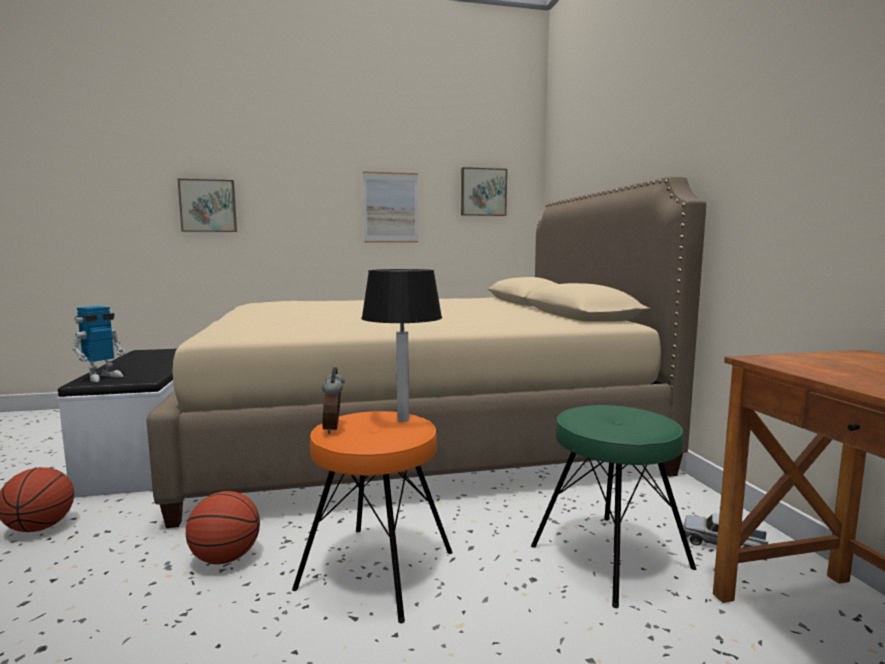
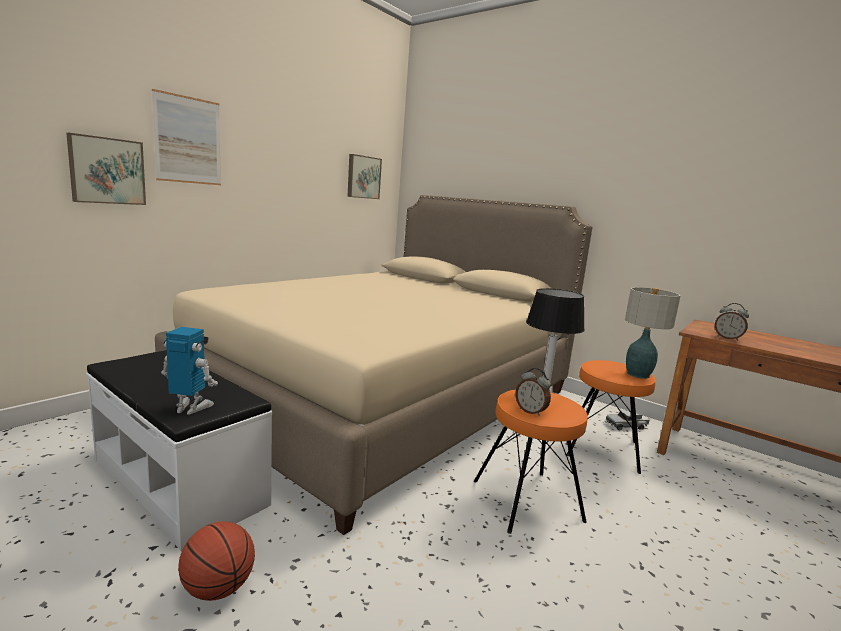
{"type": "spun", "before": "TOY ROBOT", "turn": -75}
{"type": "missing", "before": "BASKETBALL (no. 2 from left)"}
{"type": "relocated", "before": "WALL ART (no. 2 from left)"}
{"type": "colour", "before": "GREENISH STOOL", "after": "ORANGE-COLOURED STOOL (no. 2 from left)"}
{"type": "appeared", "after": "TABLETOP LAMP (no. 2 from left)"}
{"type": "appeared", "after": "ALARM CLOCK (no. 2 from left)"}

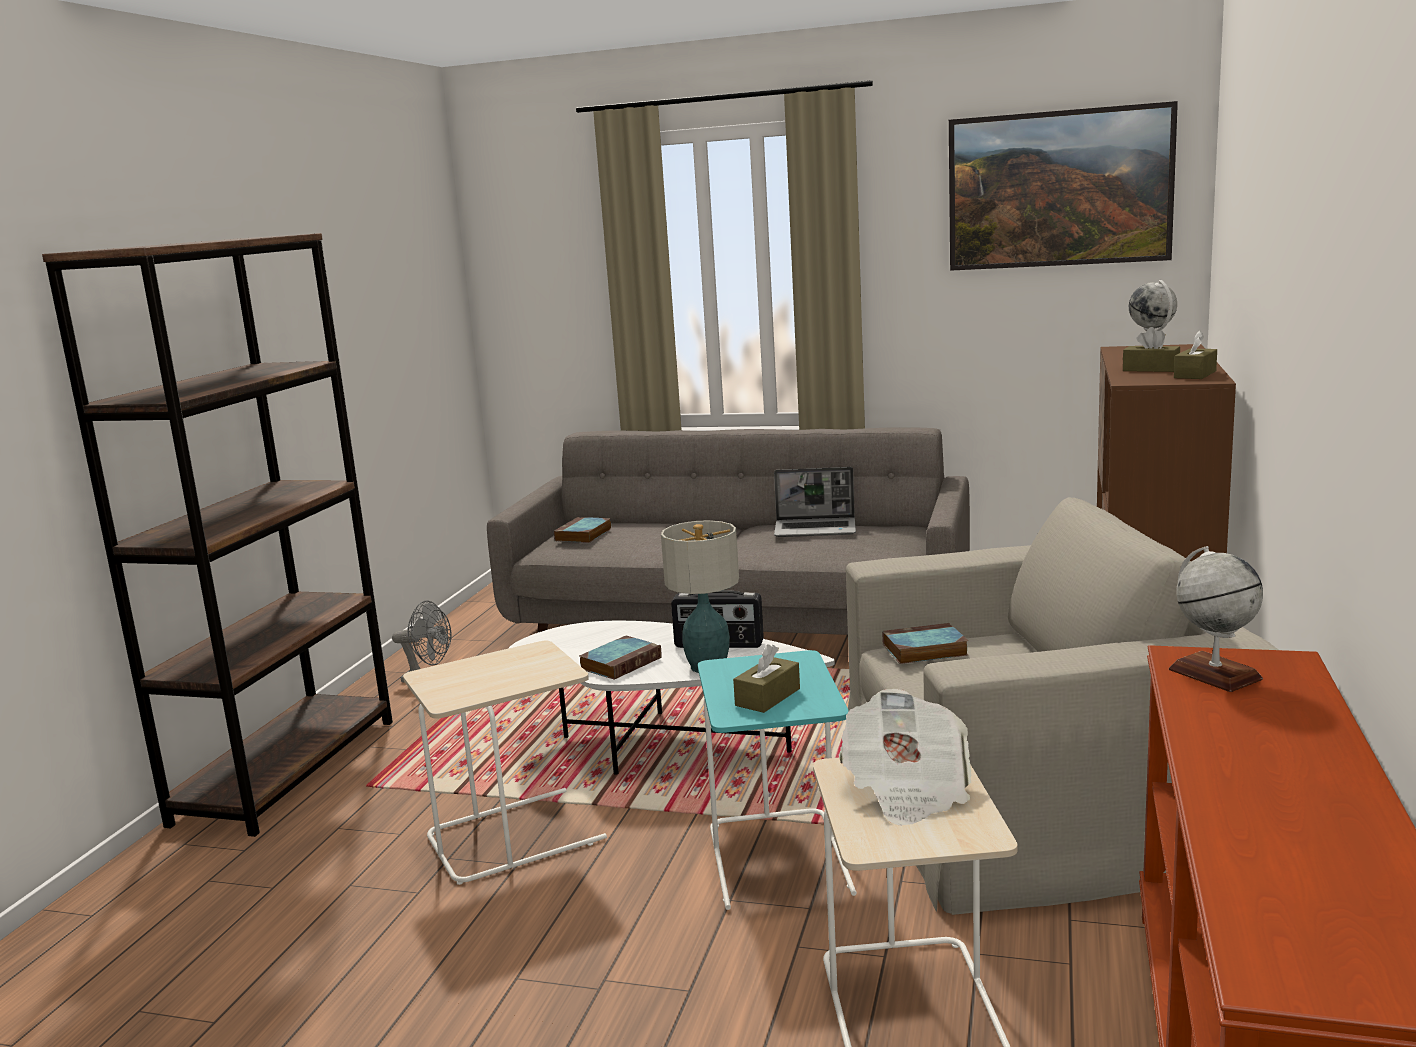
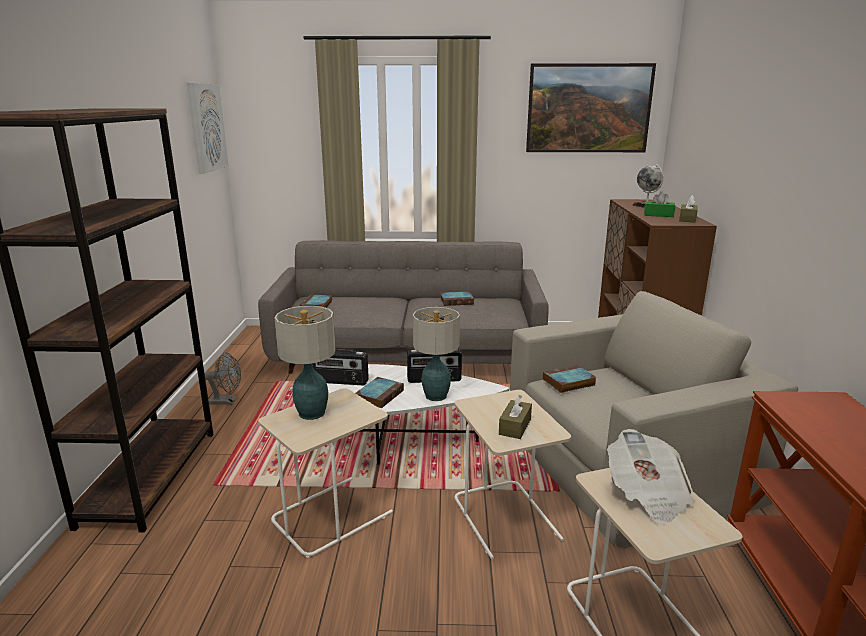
{"type": "colour", "before": "TURQUOISE END TABLE", "after": "BEIGE-COLOURED END TABLE (no. 2 from left)"}
{"type": "exchanged", "before": "LAPTOP", "after": "BOUND BOOK (no. 3 from left)"}
{"type": "colour", "before": "BROWN TISSUE BOX (no. 2 from left)", "after": "GREENISH TISSUE BOX"}
{"type": "missing", "before": "WORLD GLOBE (no. 2 from left)"}
{"type": "appeared", "after": "WALL ART (no. 1 from left)"}
{"type": "appeared", "after": "TABLETOP LAMP (no. 1 from left)"}
{"type": "appeared", "after": "RADIO SET (no. 1 from left)"}

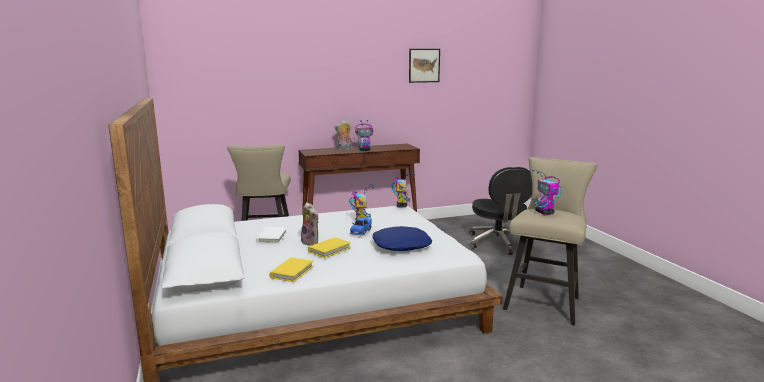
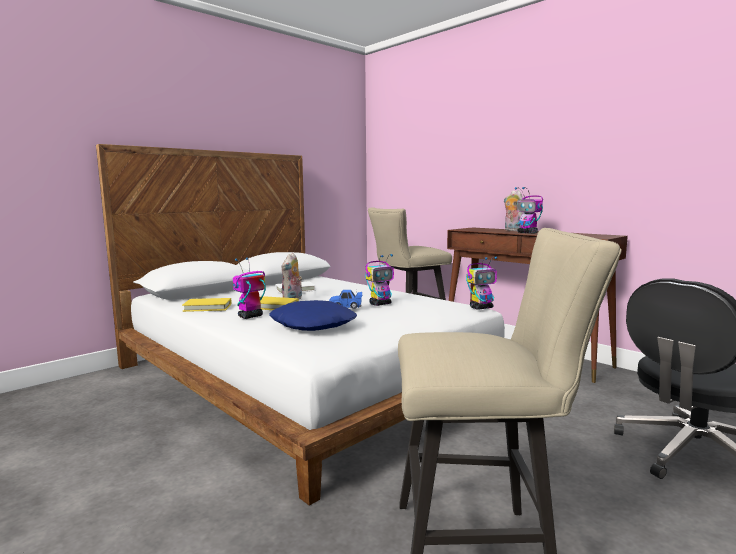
{"type": "missing", "before": "WALL ART"}
{"type": "relocated", "before": "TOY ROBOT (no. 4 from left in the first image)", "after": "TOY ROBOT (no. 1 from left)"}

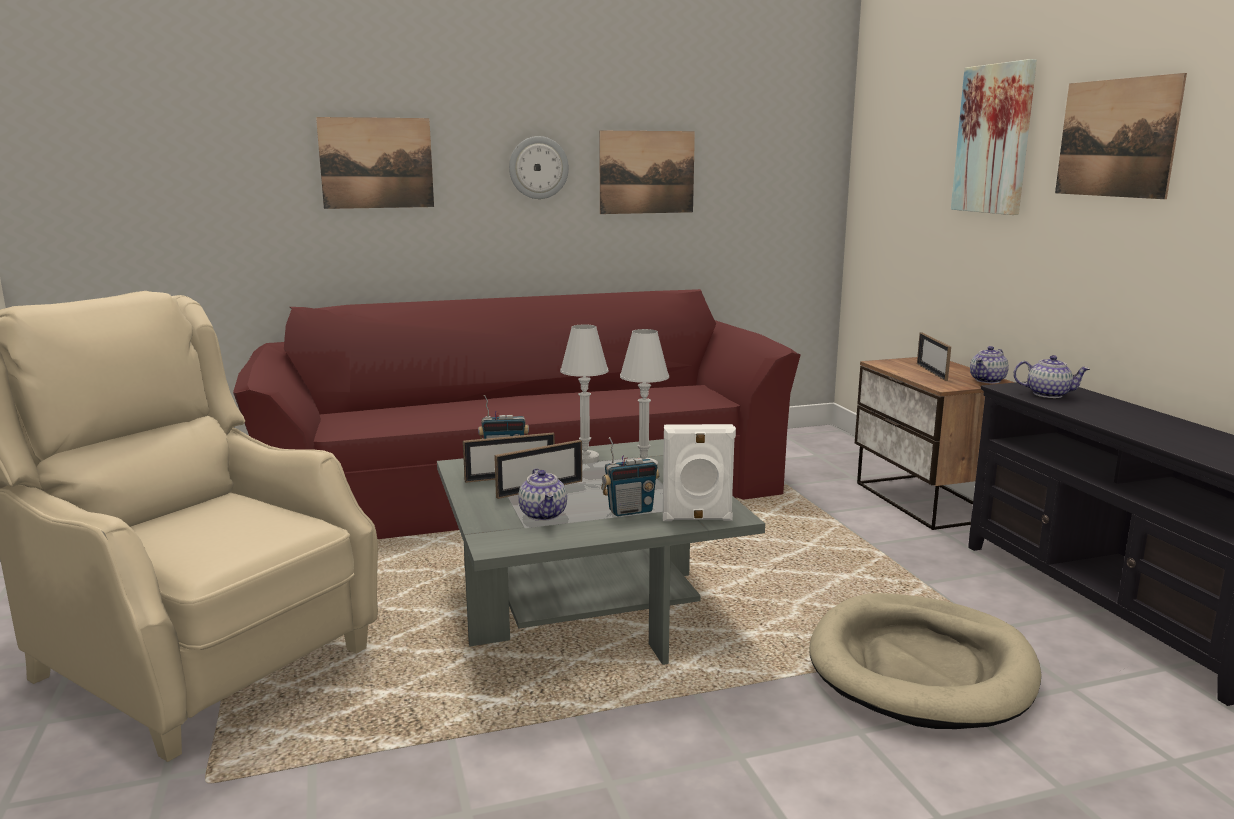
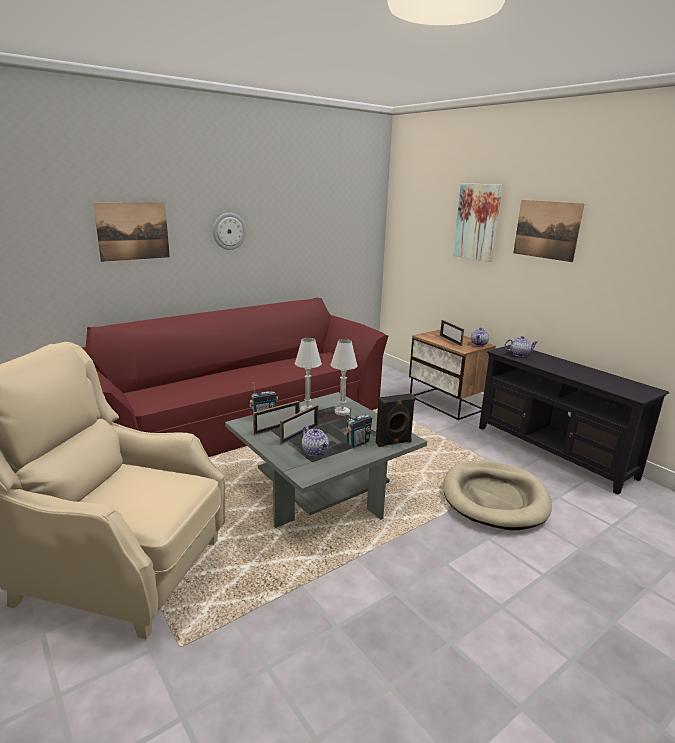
{"type": "missing", "before": "WALL ART (no. 2 from left)"}
{"type": "colour", "before": "WHITISH SPEAKER", "after": "BLACKISH SPEAKER"}

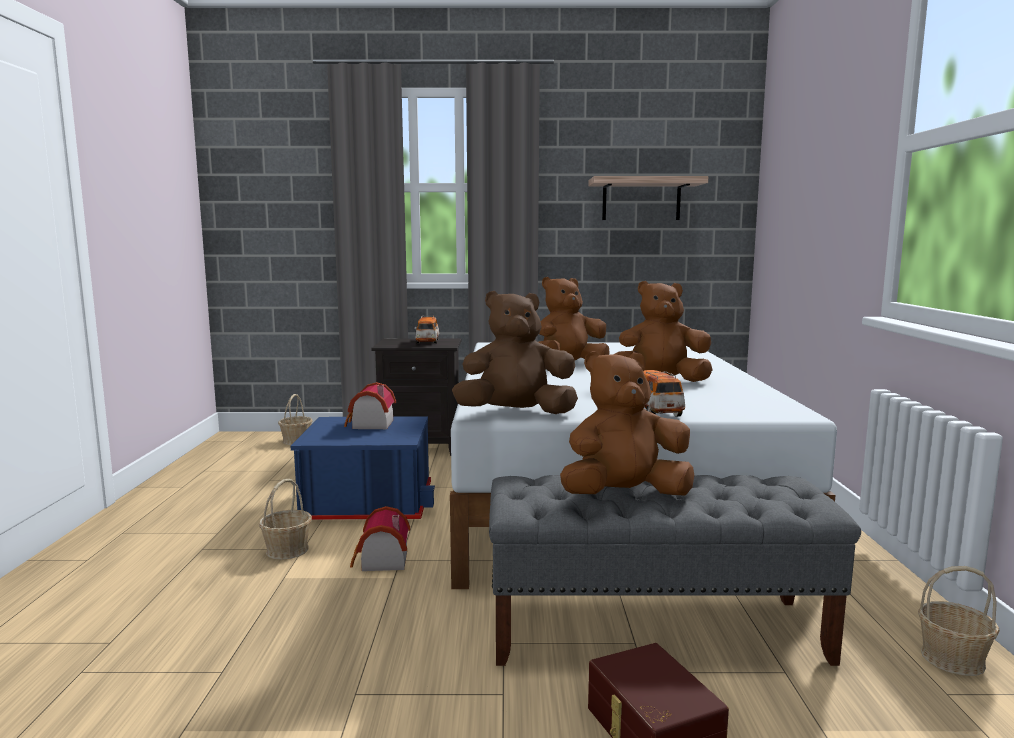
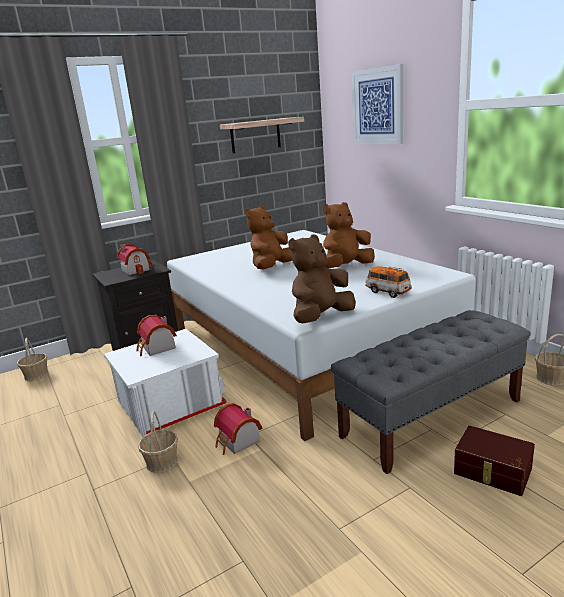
{"type": "colour", "before": "BLUE STORAGE CONTAINER", "after": "WHITISH STORAGE CONTAINER"}
{"type": "exchanged", "before": "MODEL CAR (no. 1 from left)", "after": "TOY HOUSE (no. 1 from left)"}
{"type": "missing", "before": "BROWN CUDDLY TOY (no. 3 from left)"}
{"type": "appeared", "after": "WALL ART"}

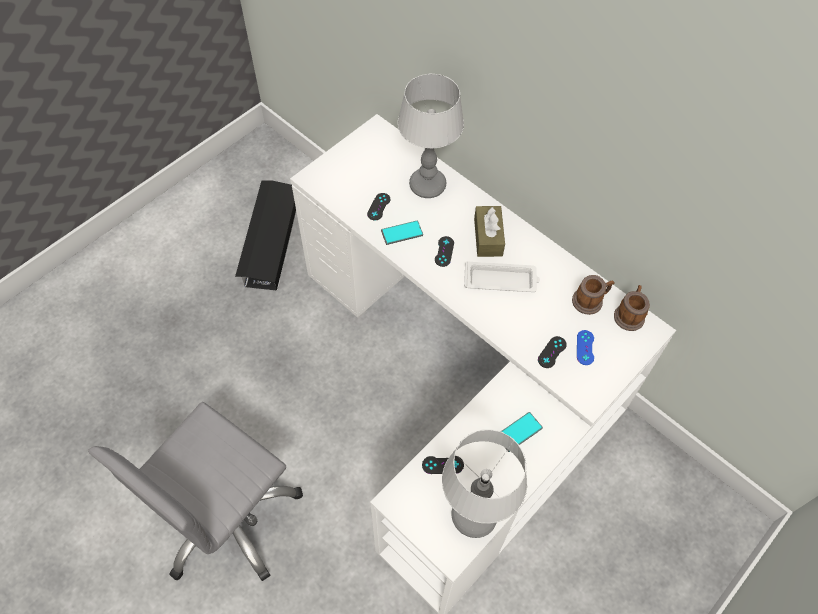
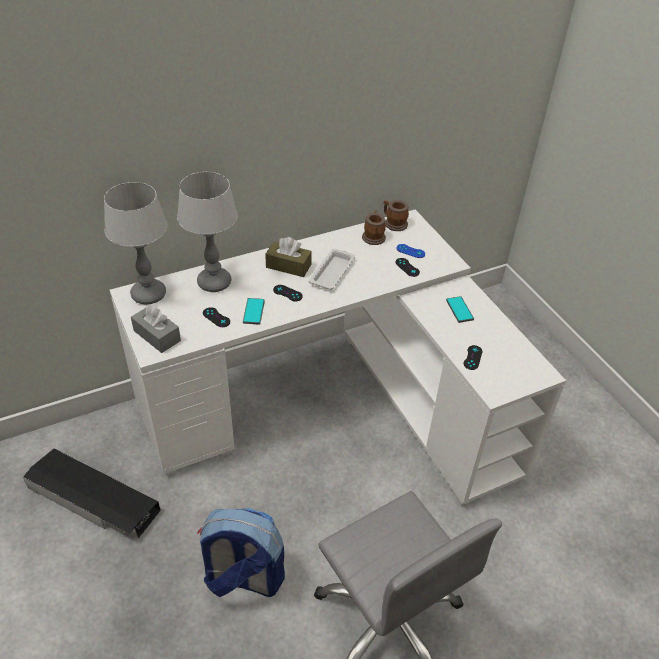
{"type": "relocated", "before": "TABLETOP LAMP (no. 2 from left in the first image)", "after": "TABLETOP LAMP (no. 1 from left)"}
{"type": "appeared", "after": "GREY TISSUE BOX"}
{"type": "appeared", "after": "KNAPSACK"}

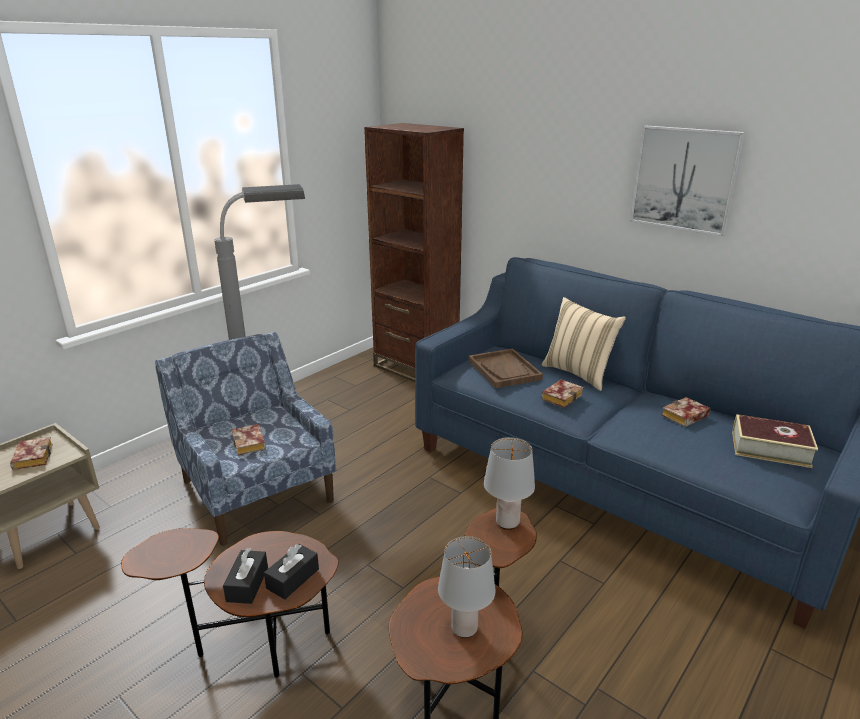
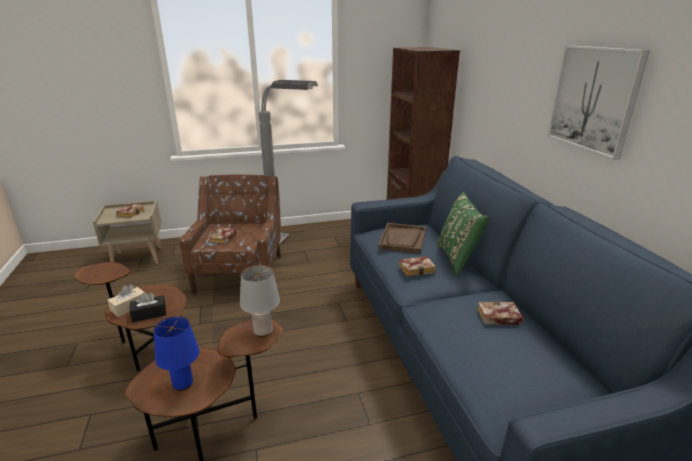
{"type": "colour", "before": "BLUE LOUNGE CHAIR", "after": "BROWN LOUNGE CHAIR"}
{"type": "colour", "before": "BLACKISH TISSUE BOX (no. 1 from left)", "after": "BEIGE-COLOURED TISSUE BOX"}
{"type": "colour", "before": "GREY TABLETOP LAMP (no. 1 from left)", "after": "BLUE TABLETOP LAMP"}
{"type": "colour", "before": "BEIGE-COLOURED PILLOW", "after": "GREENISH PILLOW"}
{"type": "missing", "before": "BOUND BOOK (no. 5 from left)"}

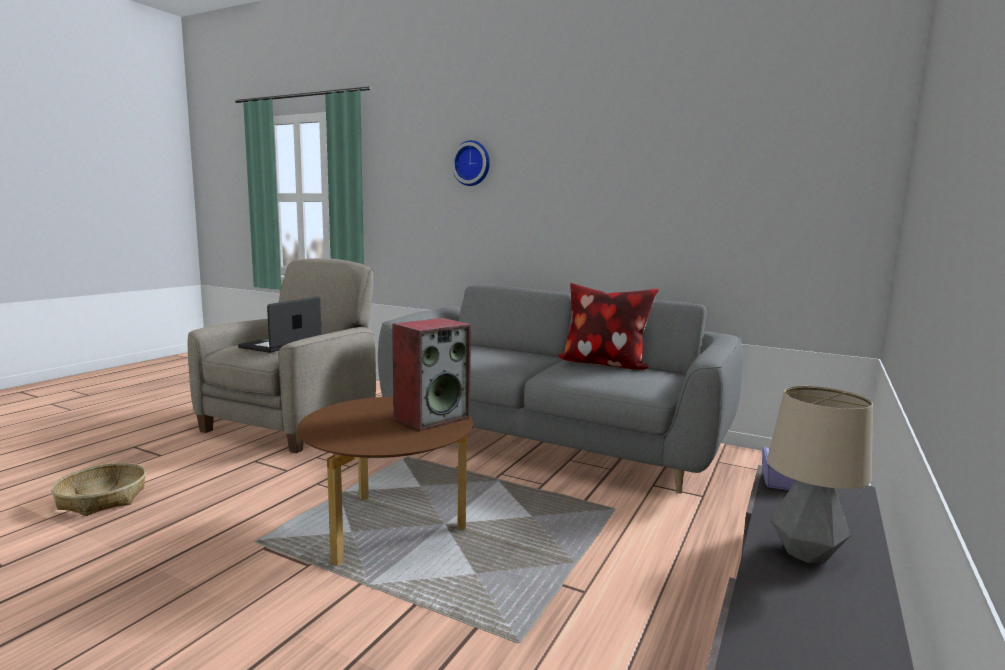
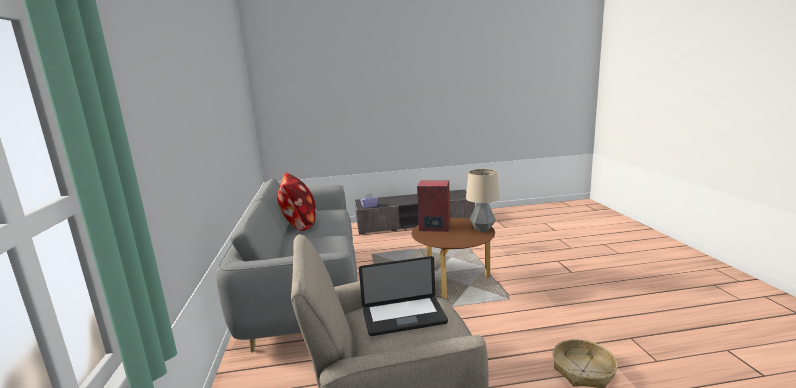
{"type": "missing", "before": "WALL CLOCK"}
{"type": "relocated", "before": "TABLETOP LAMP"}

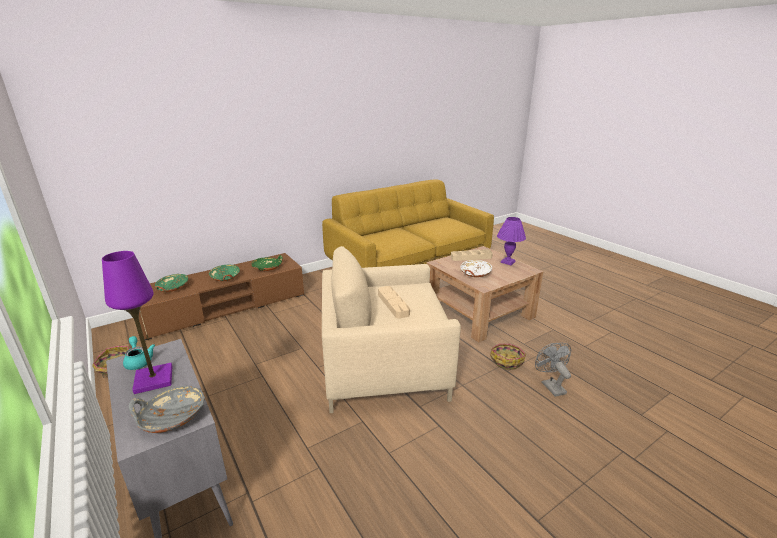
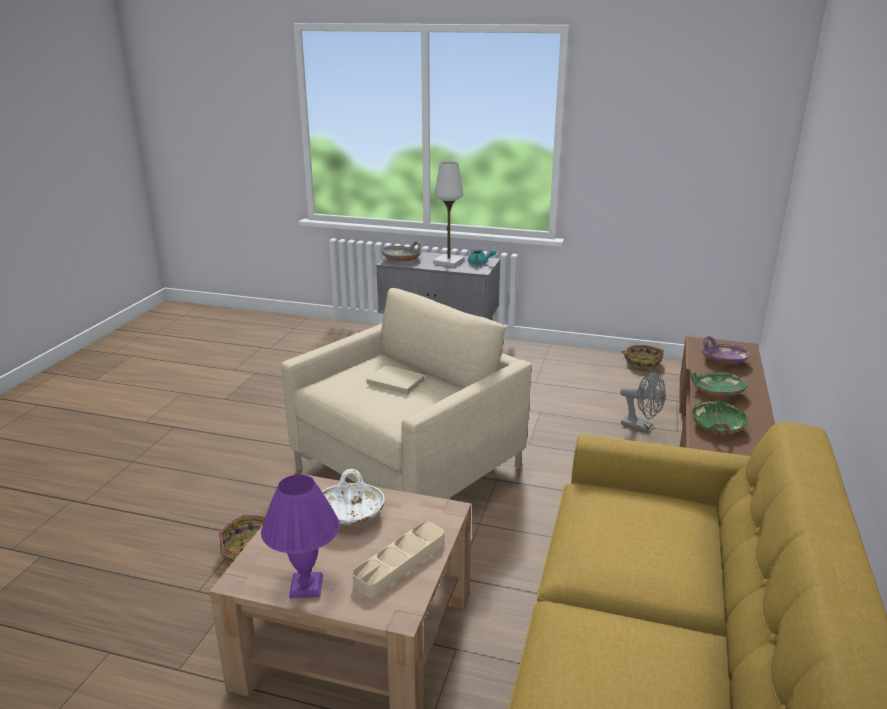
{"type": "colour", "before": "PURPLISH TABLETOP LAMP (no. 1 from left)", "after": "WHITISH TABLETOP LAMP"}
{"type": "colour", "before": "GREENISH BOWL (no. 1 from left)", "after": "PURPLISH BOWL"}
{"type": "exchanged", "before": "BEIGE-COLOURED CARRYING TRAY (no. 1 from left)", "after": "BEIGE-COLOURED BOUND BOOK"}
{"type": "relocated", "before": "GREY FAN"}

